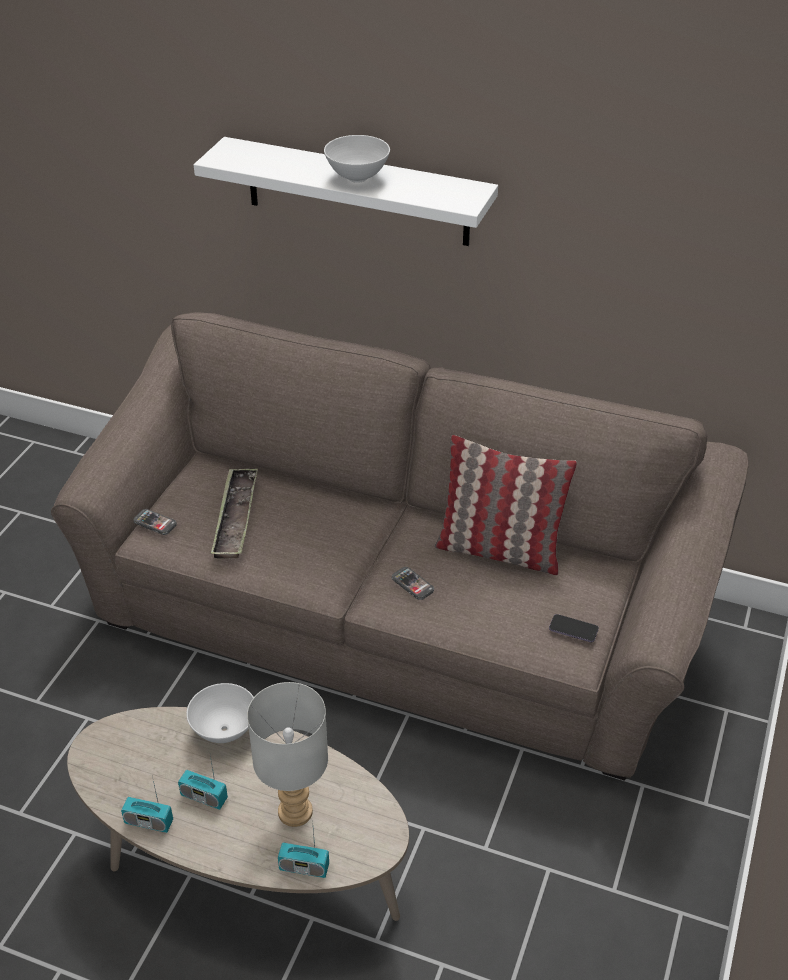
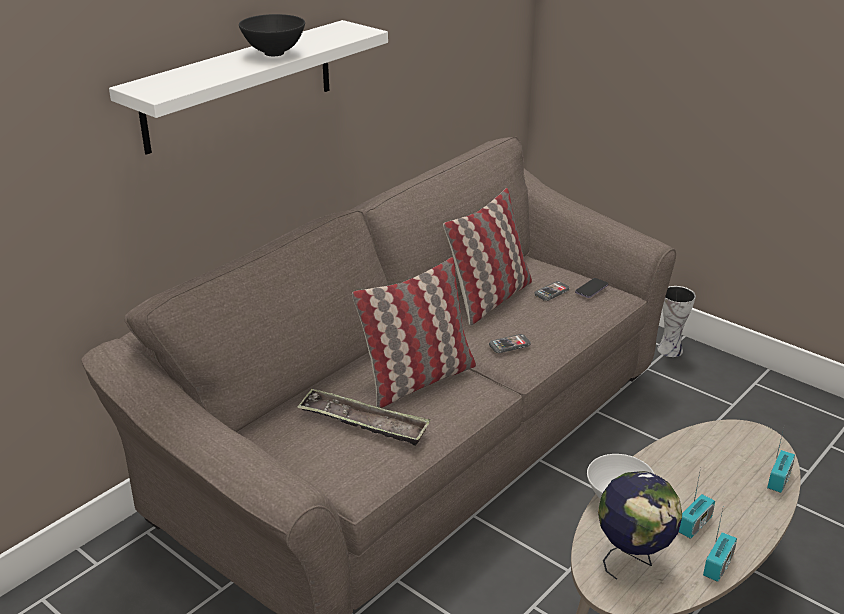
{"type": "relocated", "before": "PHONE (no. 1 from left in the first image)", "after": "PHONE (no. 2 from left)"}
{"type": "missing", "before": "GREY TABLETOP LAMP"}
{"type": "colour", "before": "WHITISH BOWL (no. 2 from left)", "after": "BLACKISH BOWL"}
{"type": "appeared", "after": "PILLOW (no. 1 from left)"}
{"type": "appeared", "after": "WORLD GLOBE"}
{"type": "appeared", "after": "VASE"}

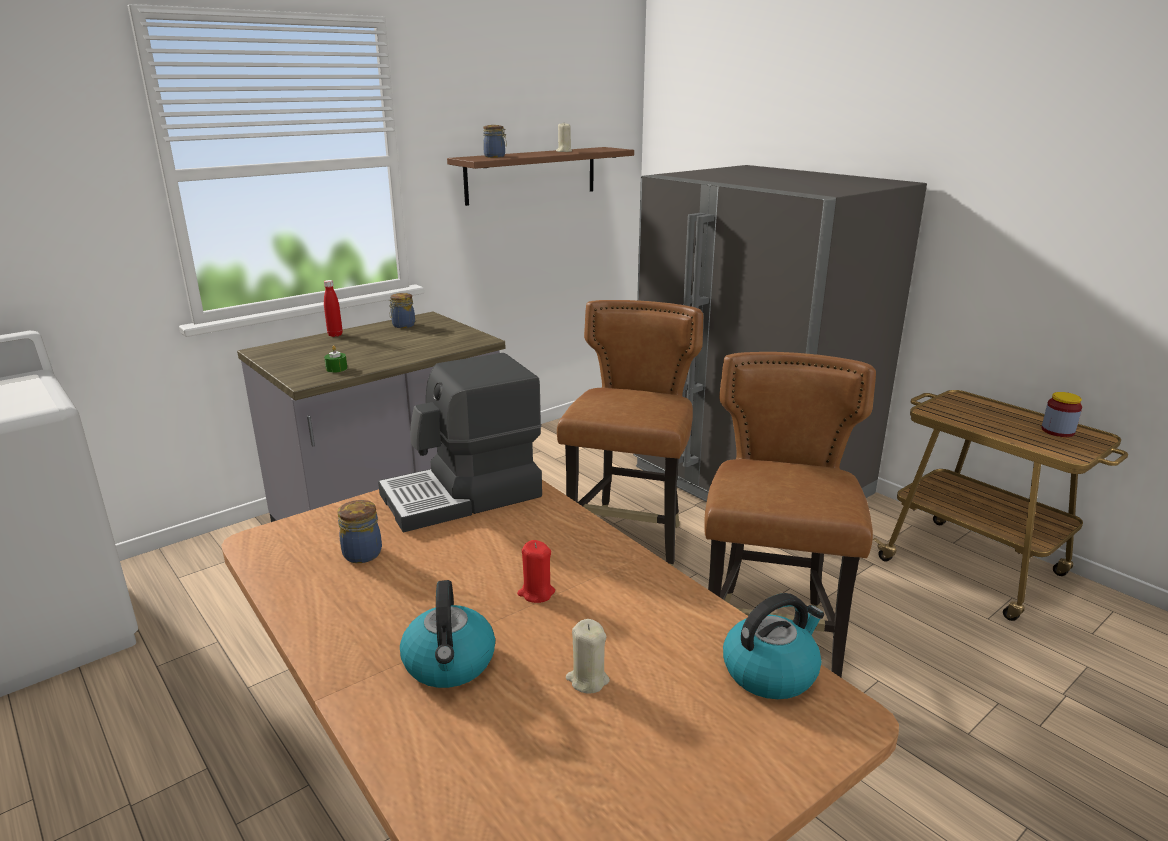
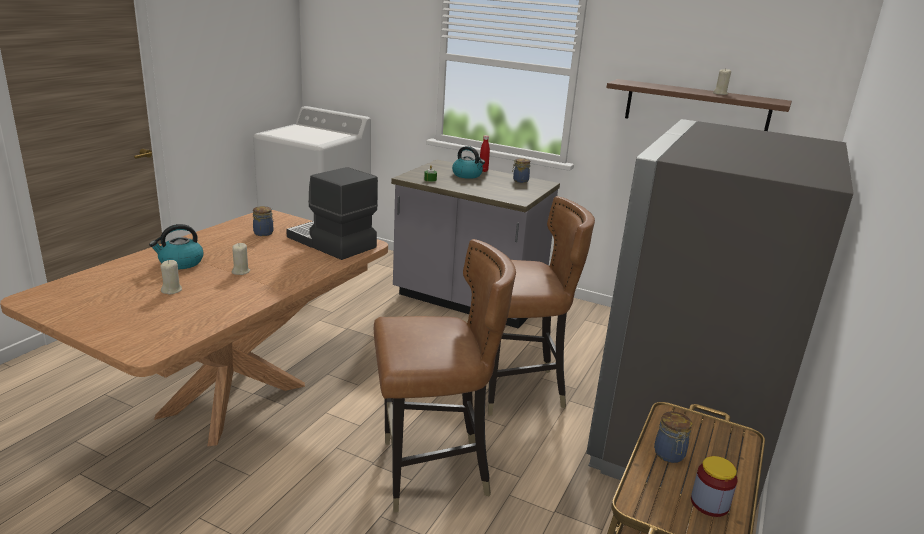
{"type": "relocated", "before": "STORAGE JAR (no. 3 from left)"}
{"type": "colour", "before": "REDDISH CANDLE", "after": "BEIGE-COLOURED CANDLE (no. 2 from left)"}
{"type": "relocated", "before": "KETTLE (no. 2 from left)"}

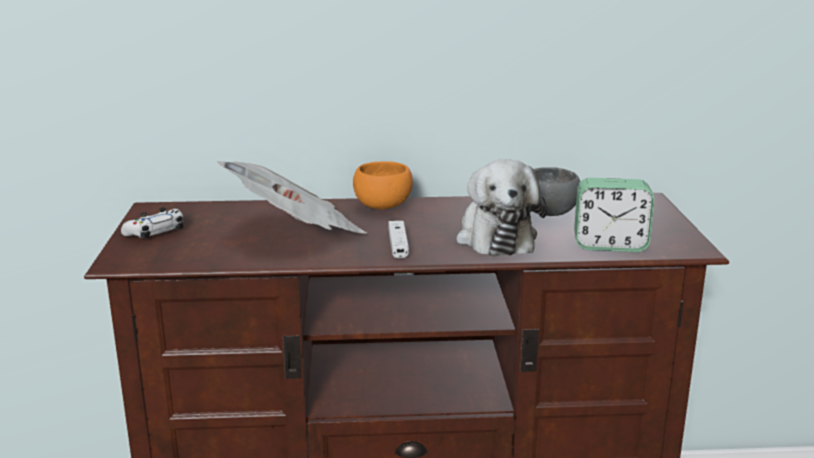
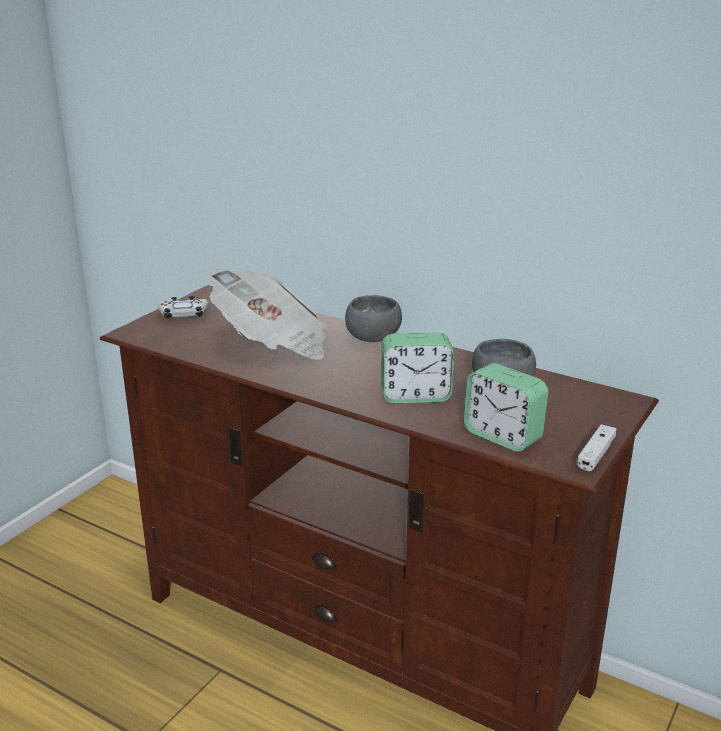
{"type": "colour", "before": "ORANGE-COLOURED BOWL", "after": "GREY BOWL (no. 1 from left)"}
{"type": "relocated", "before": "WHITISH GAME CONTROLLER (no. 2 from left)"}
{"type": "exchanged", "before": "CUDDLY TOY", "after": "ALARM CLOCK (no. 1 from left)"}

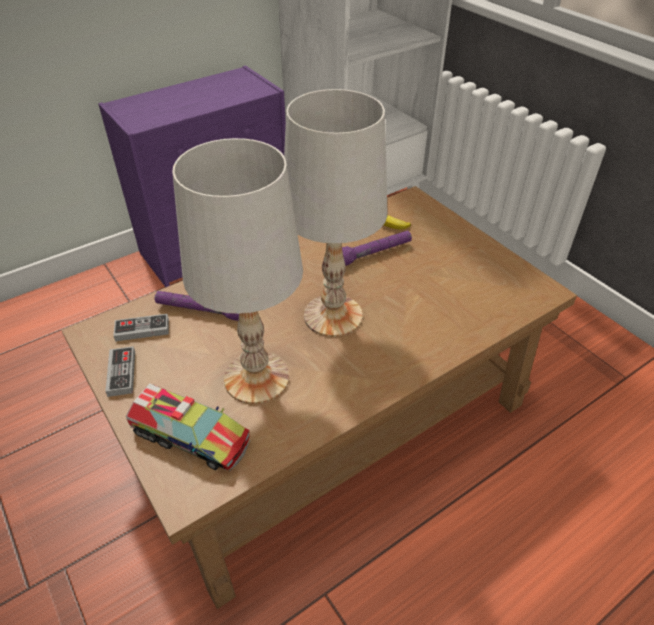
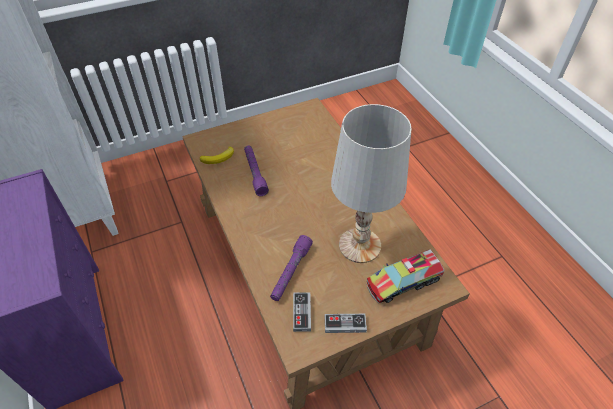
{"type": "spun", "before": "TOY LORRY", "turn": -150}
{"type": "missing", "before": "WHITISH TABLETOP LAMP (no. 2 from left)"}

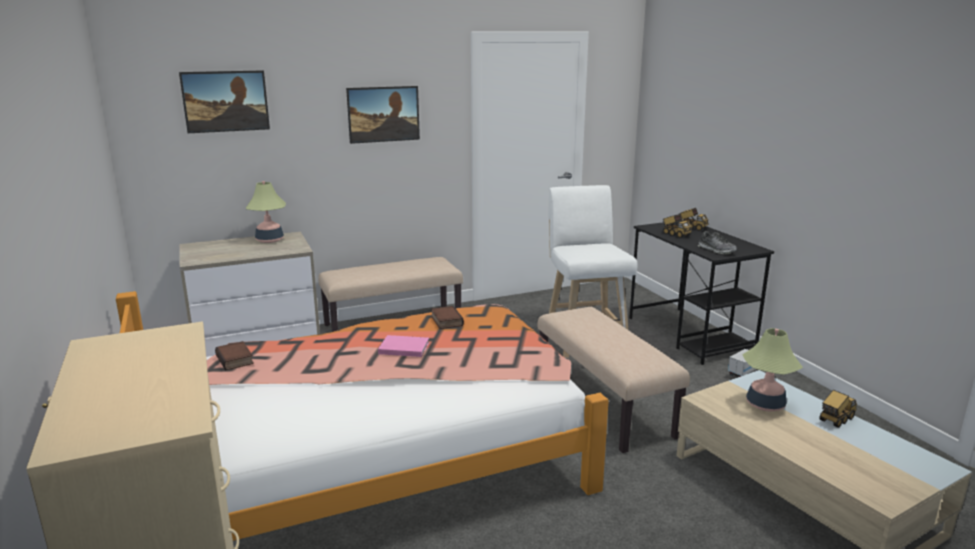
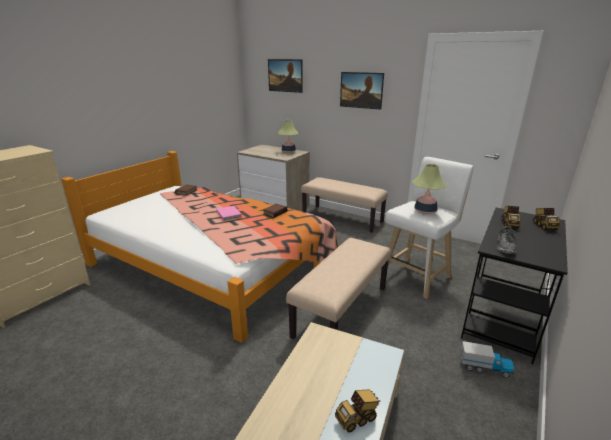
{"type": "relocated", "before": "TABLETOP LAMP (no. 2 from left)"}
{"type": "spun", "before": "TOY LORRY (no. 4 from left in the first image)", "turn": 135}

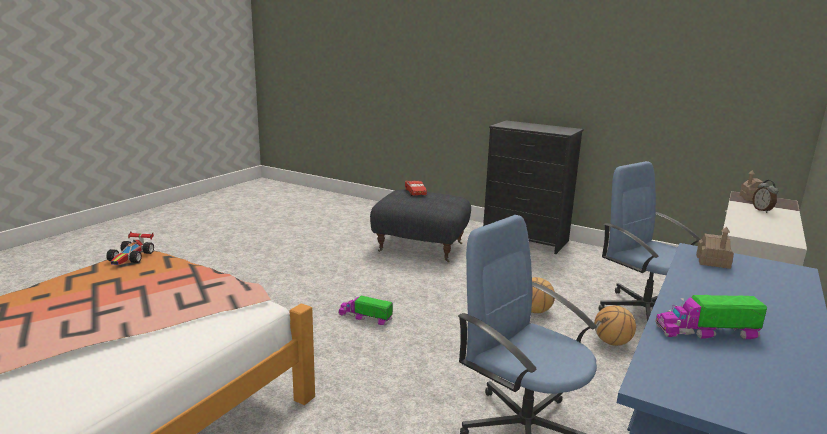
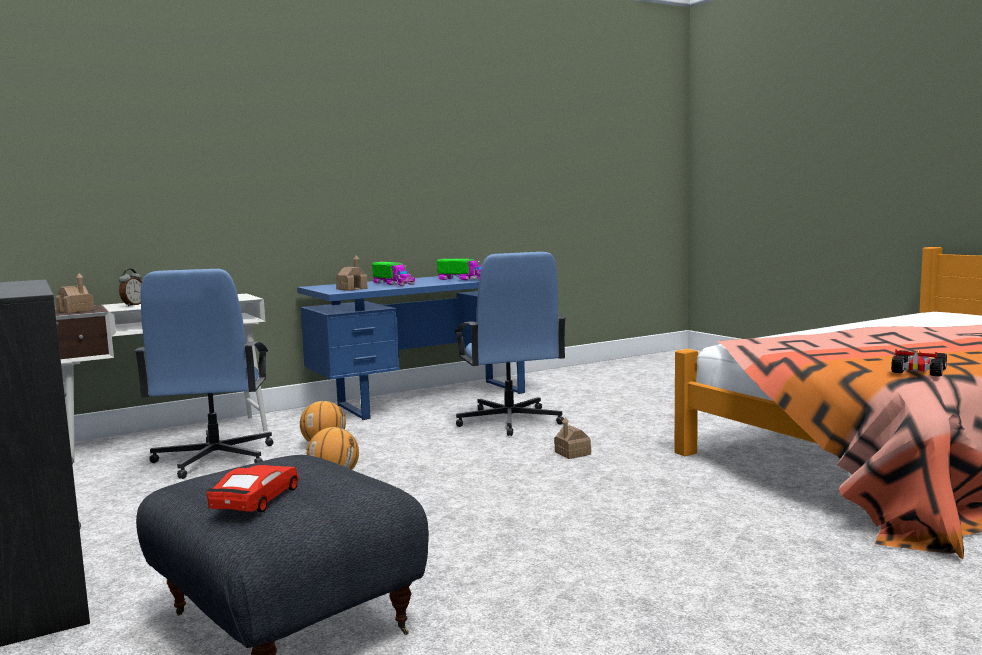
{"type": "relocated", "before": "TOY LORRY (no. 1 from left)"}
{"type": "appeared", "after": "TOY HOUSE (no. 3 from left)"}

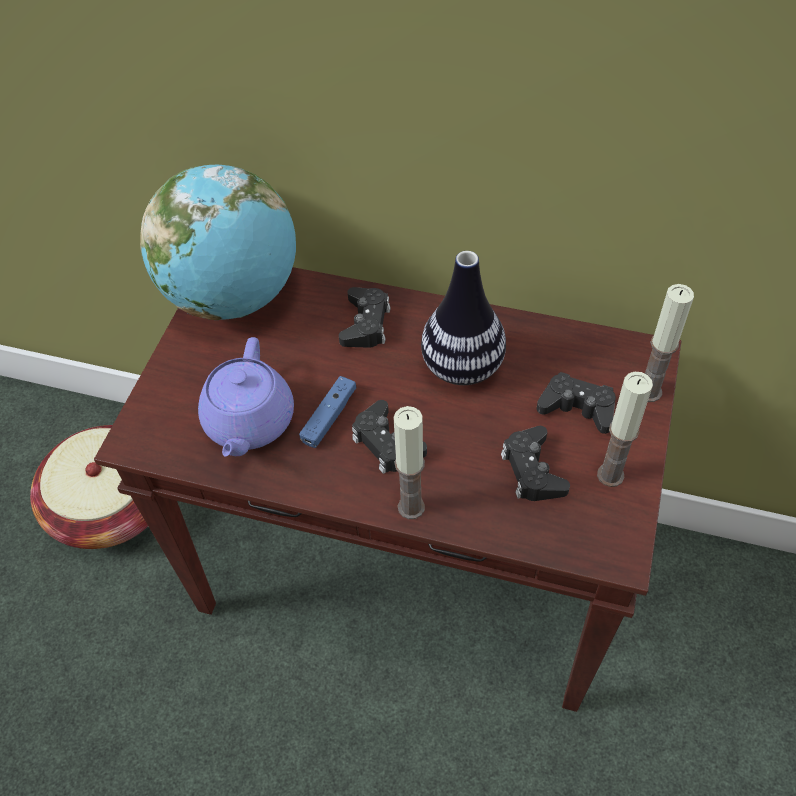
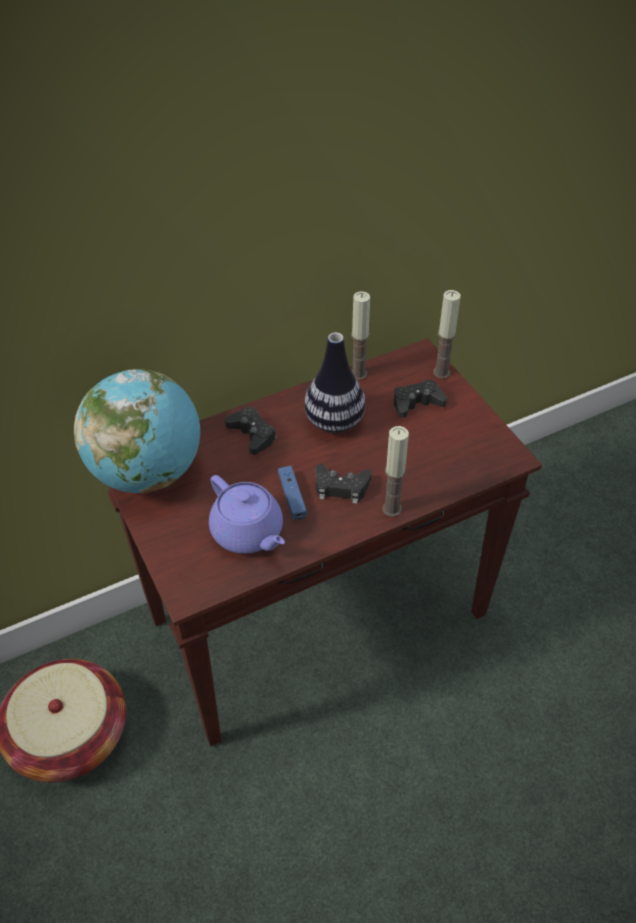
{"type": "missing", "before": "BLACKISH GAME CONTROLLER (no. 3 from left)"}
{"type": "relocated", "before": "CANDLE (no. 2 from left in the first image)", "after": "CANDLE (no. 1 from left)"}

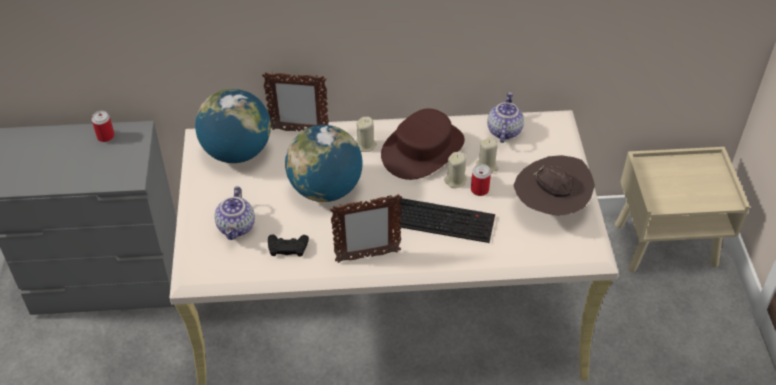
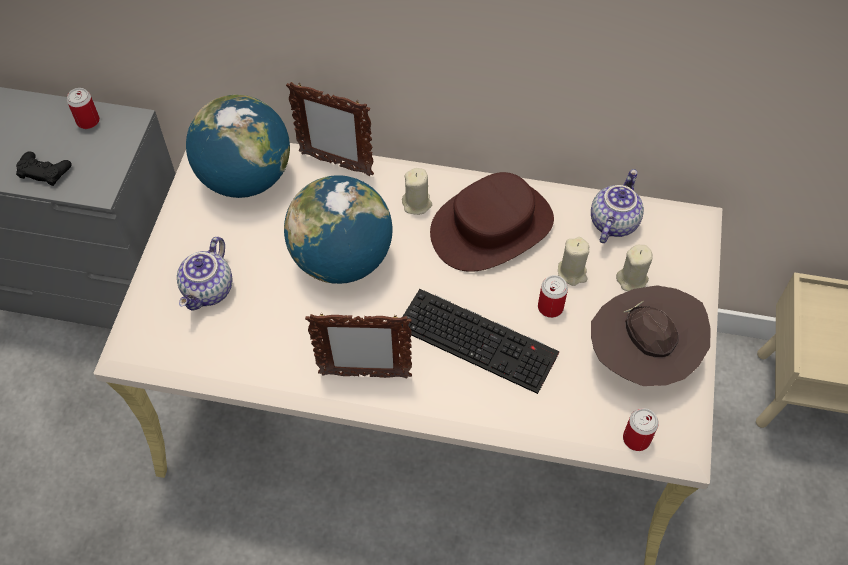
{"type": "relocated", "before": "BLACKISH GAME CONTROLLER"}
{"type": "relocated", "before": "BEIGE-COLOURED CANDLE (no. 2 from left in the first image)", "after": "BEIGE-COLOURED CANDLE (no. 3 from left)"}
{"type": "appeared", "after": "SEALED CAN (no. 3 from left)"}

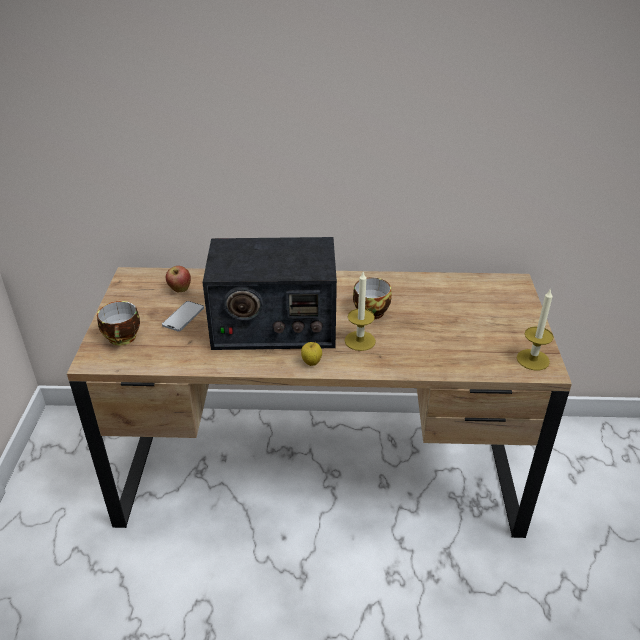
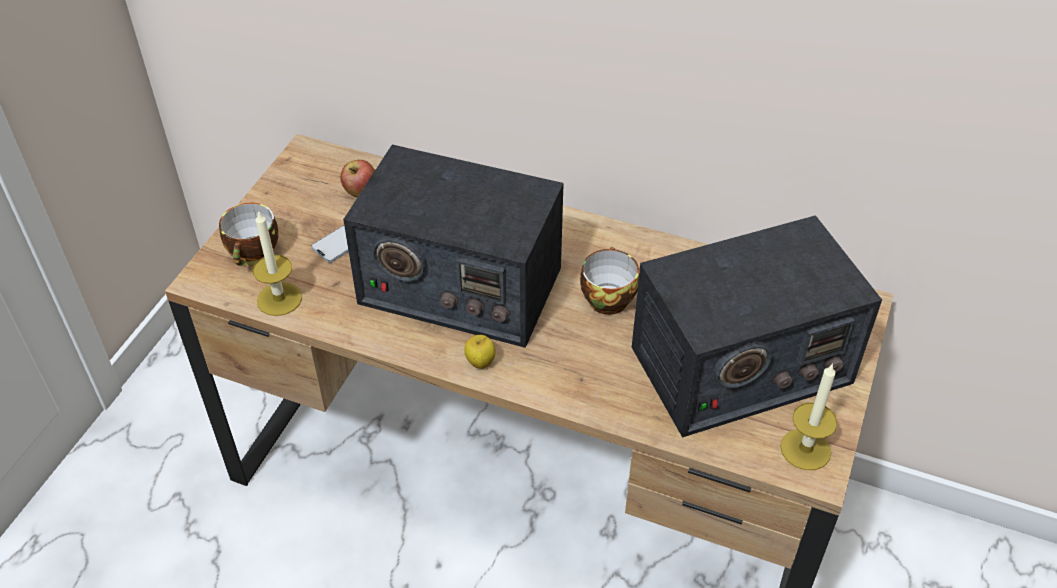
{"type": "relocated", "before": "CANDLE (no. 1 from left)"}
{"type": "appeared", "after": "RADIO SET (no. 2 from left)"}

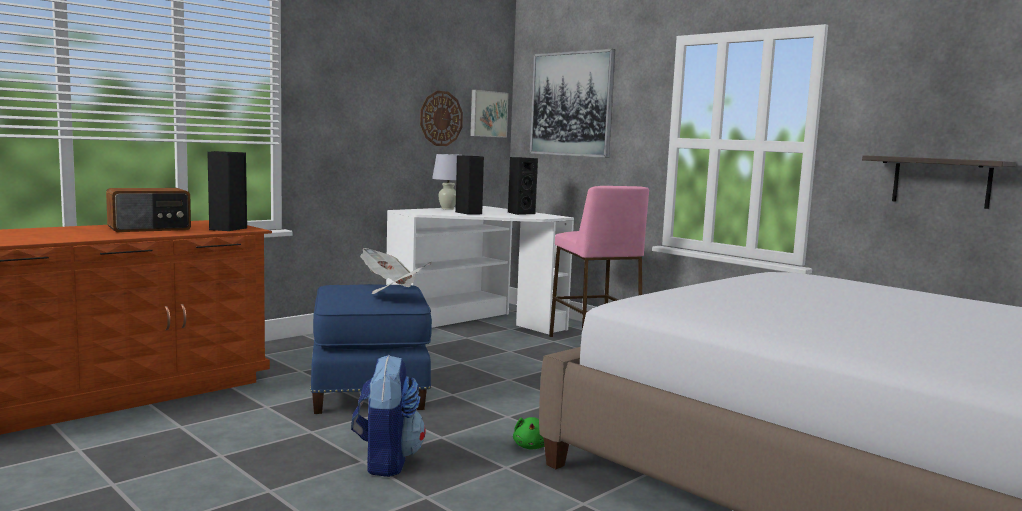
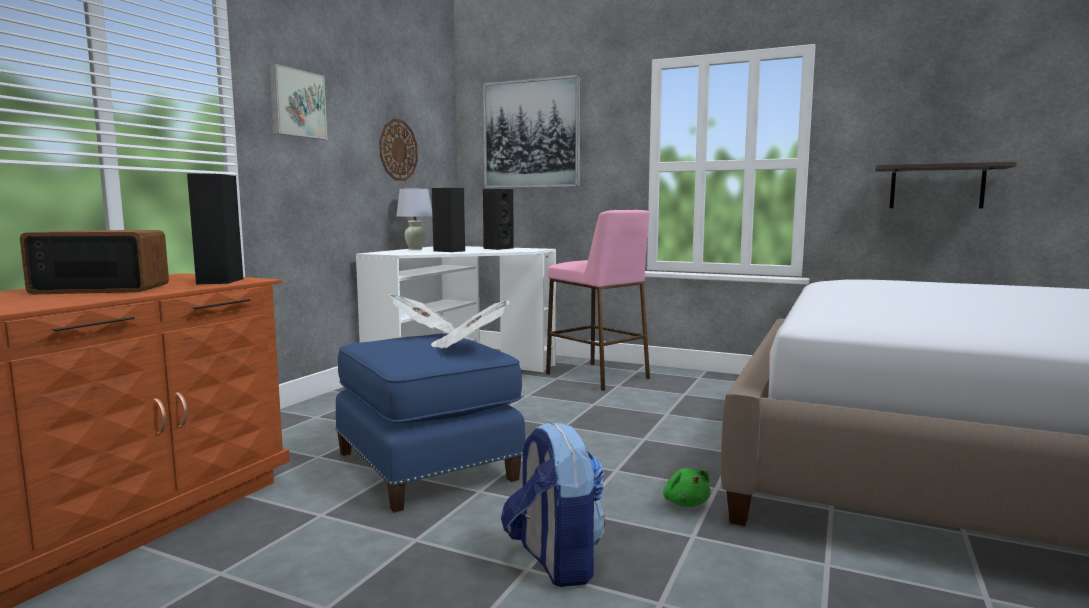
{"type": "spun", "before": "RADIO SET", "turn": -135}
{"type": "relocated", "before": "WALL ART (no. 1 from left)"}

